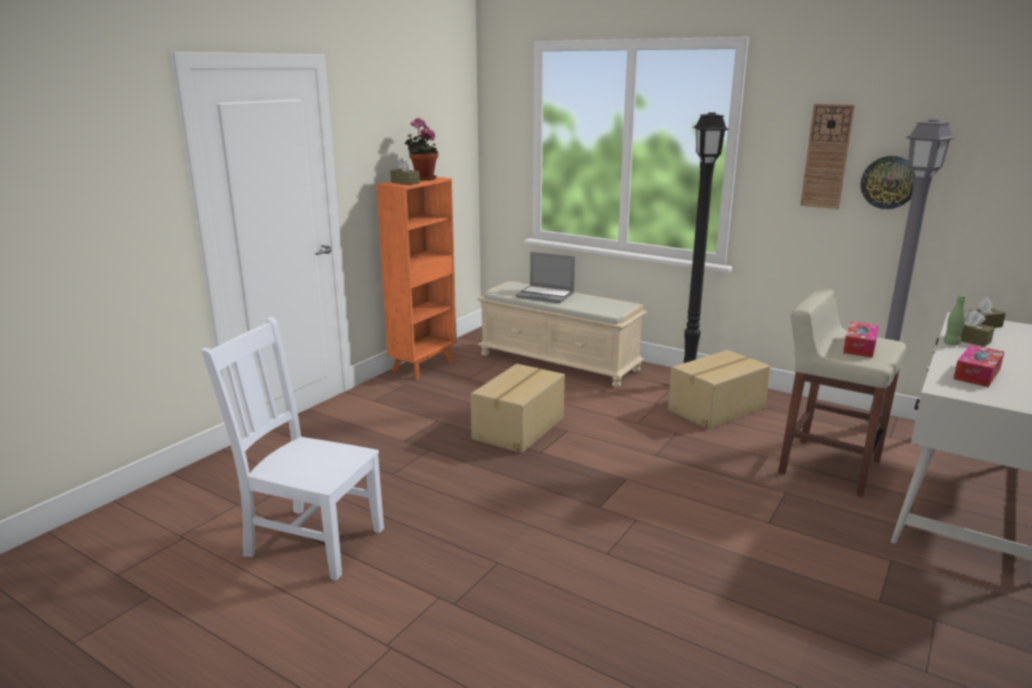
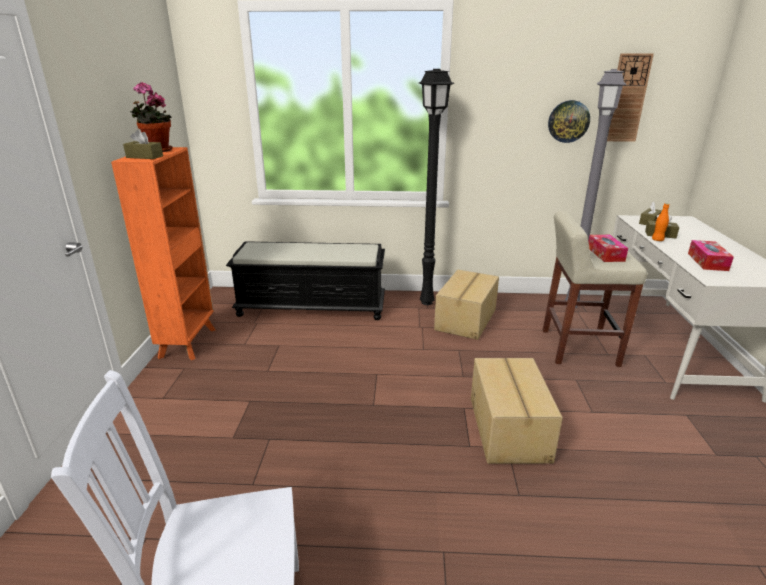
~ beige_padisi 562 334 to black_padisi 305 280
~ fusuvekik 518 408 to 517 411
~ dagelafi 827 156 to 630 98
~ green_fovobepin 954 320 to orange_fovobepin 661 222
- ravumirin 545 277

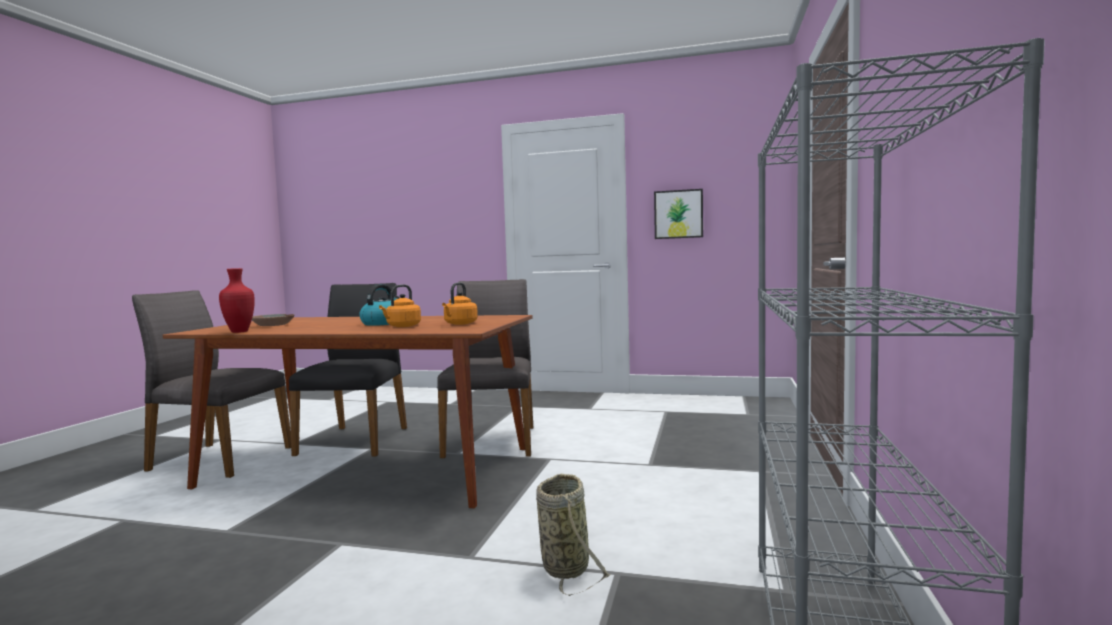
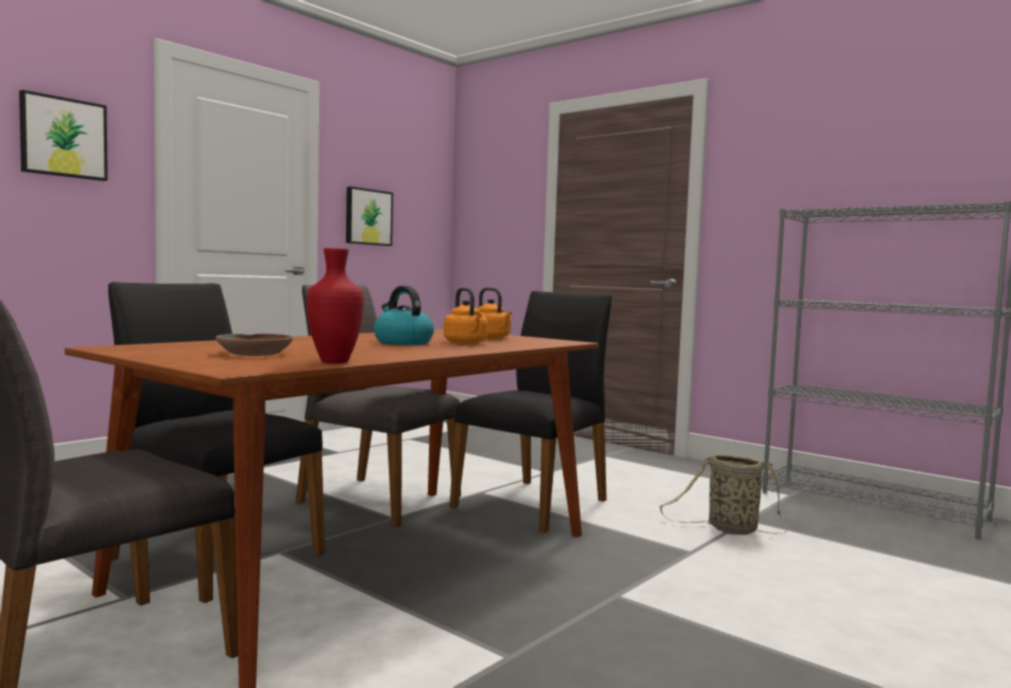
+ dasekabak 63 135
+ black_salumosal 530 411

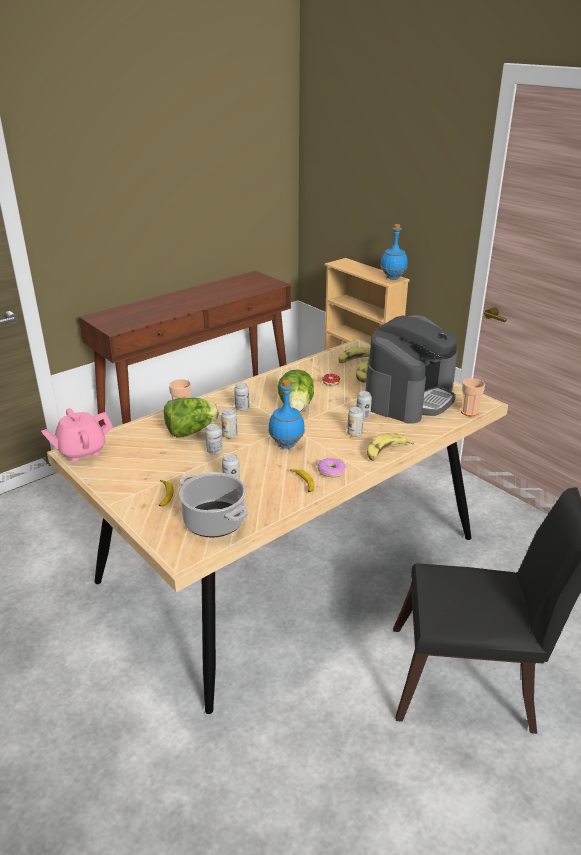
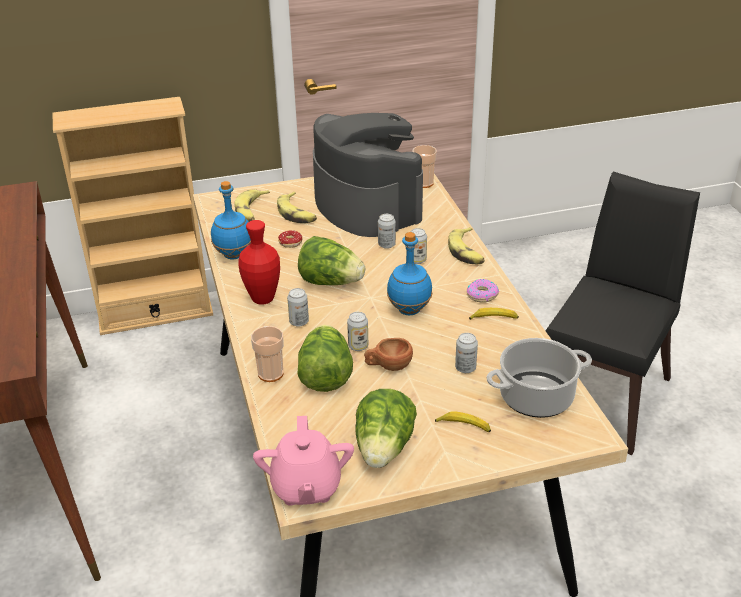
~ blue_fovobepin 394 252 to 231 220
+ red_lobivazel 259 262
+ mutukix 386 428
~ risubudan 213 439 to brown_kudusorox 388 354

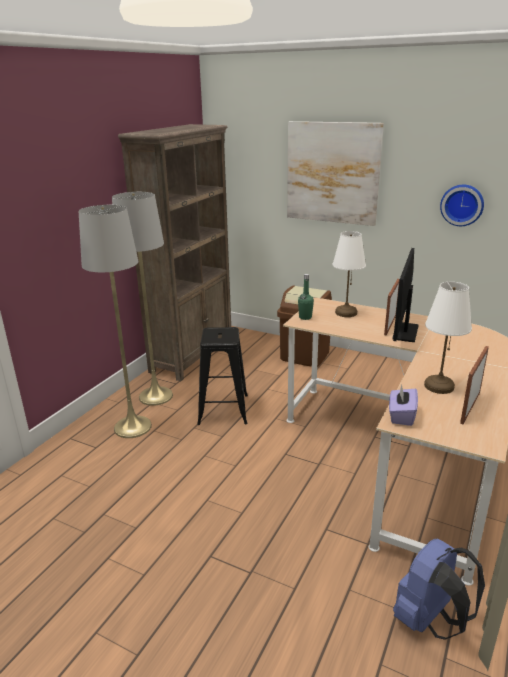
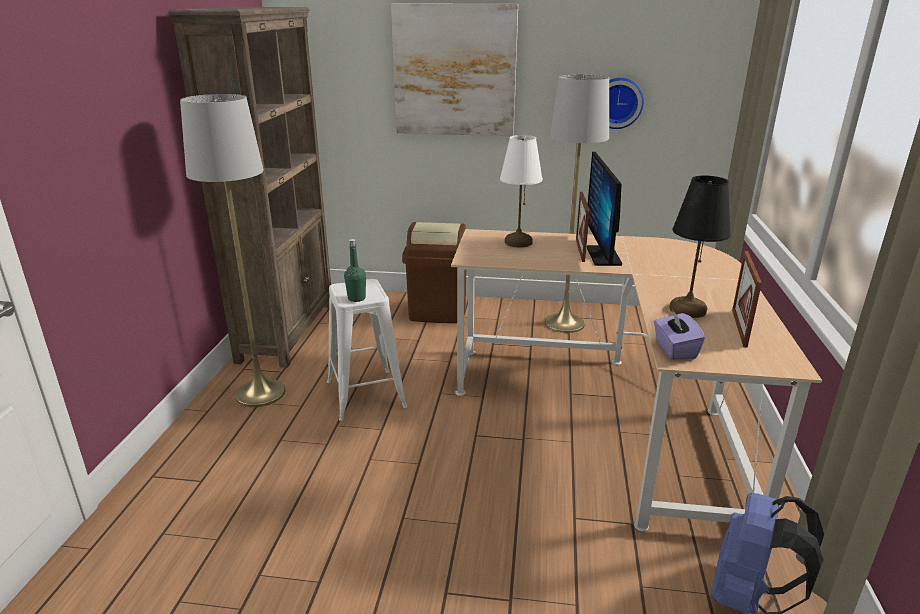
~ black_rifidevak 222 376 to white_rifidevak 367 350
~ green_fovobepin 306 297 to 355 270
~ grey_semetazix 115 321 to 576 204
~ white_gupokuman 448 338 to black_gupokuman 700 247

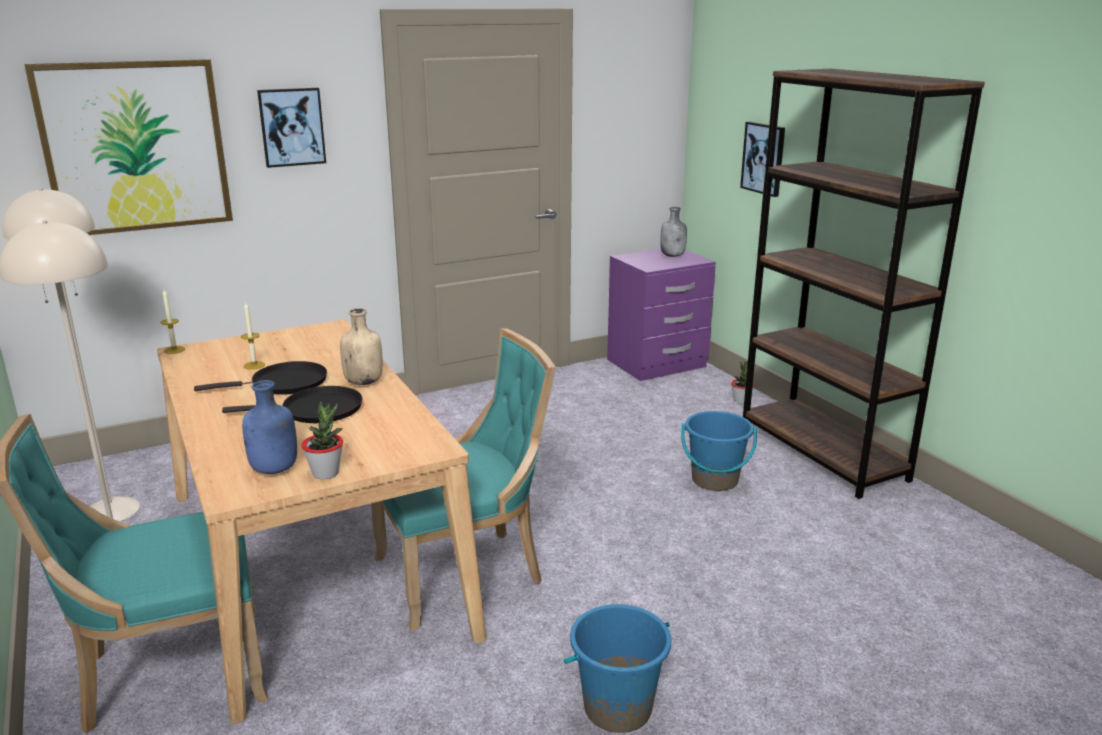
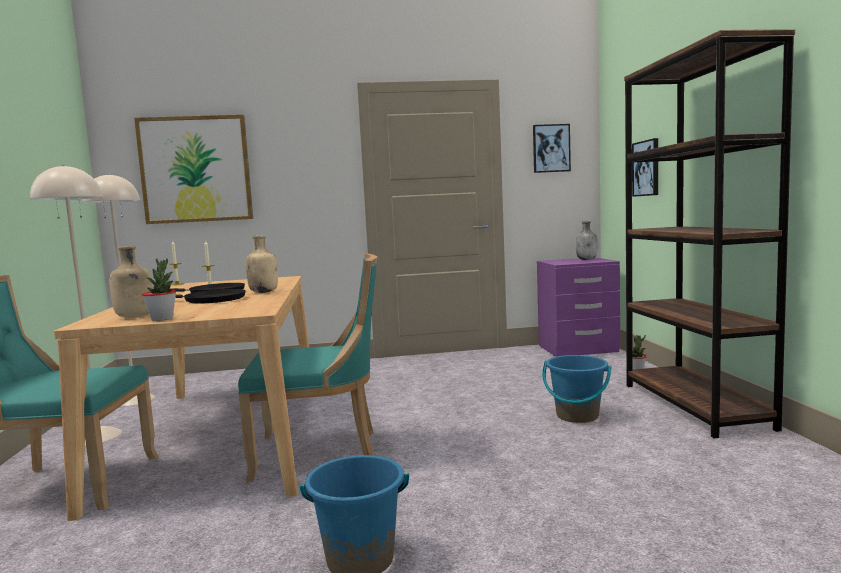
~ blue_fovobepin 269 427 to beige_fovobepin 131 282
~ dasekabak 291 128 to 552 148

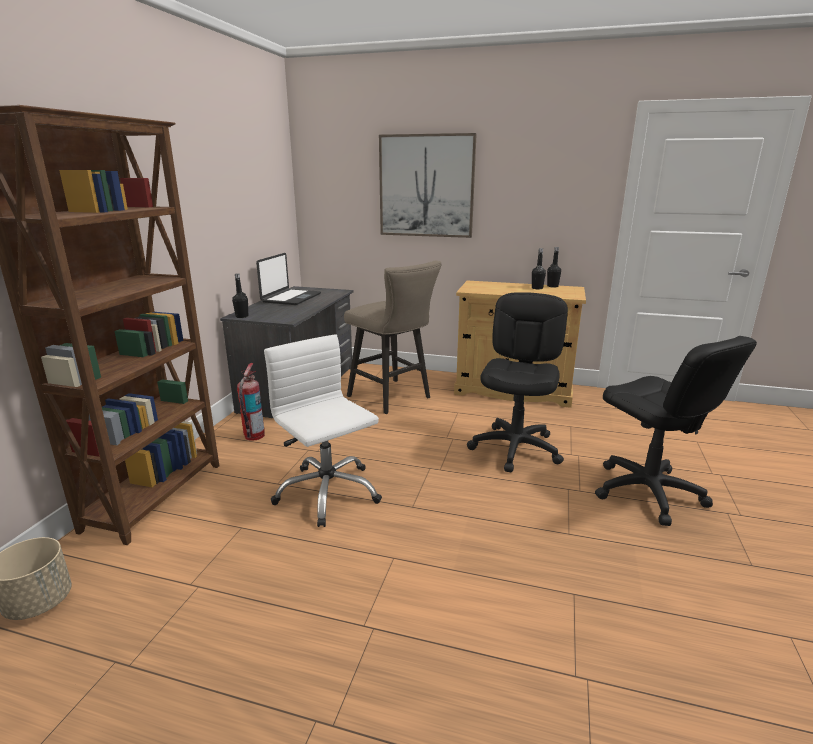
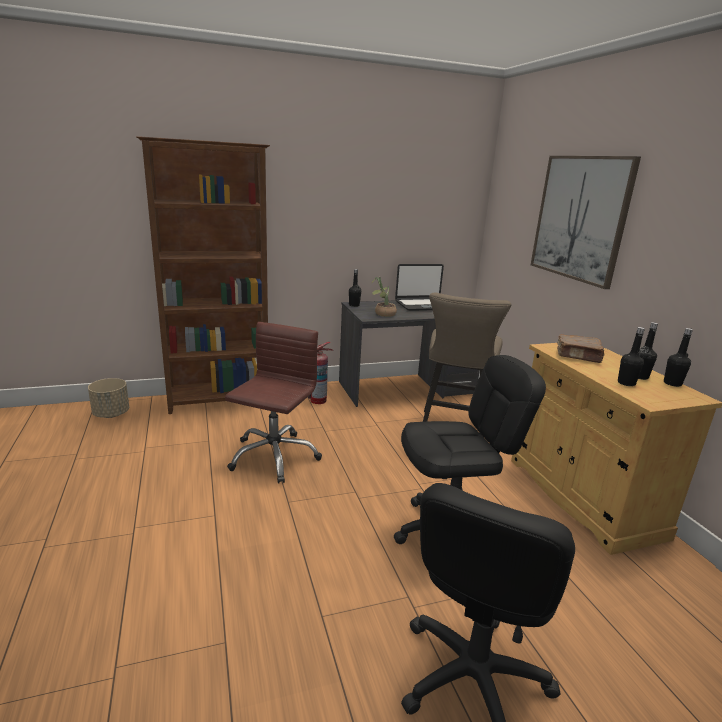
~ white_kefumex 323 430 to brown_kefumex 273 402
+ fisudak 384 297
+ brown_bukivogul 580 348
+ black_fovobepin 631 356

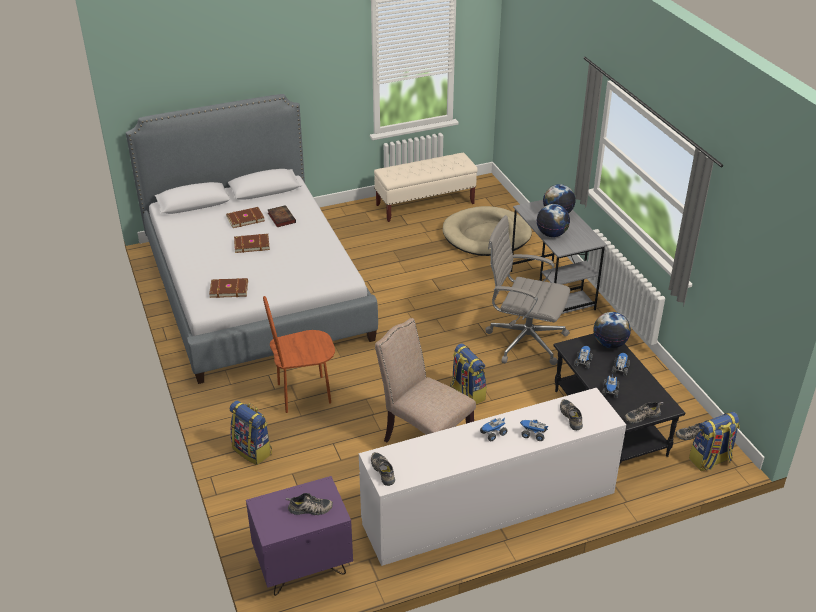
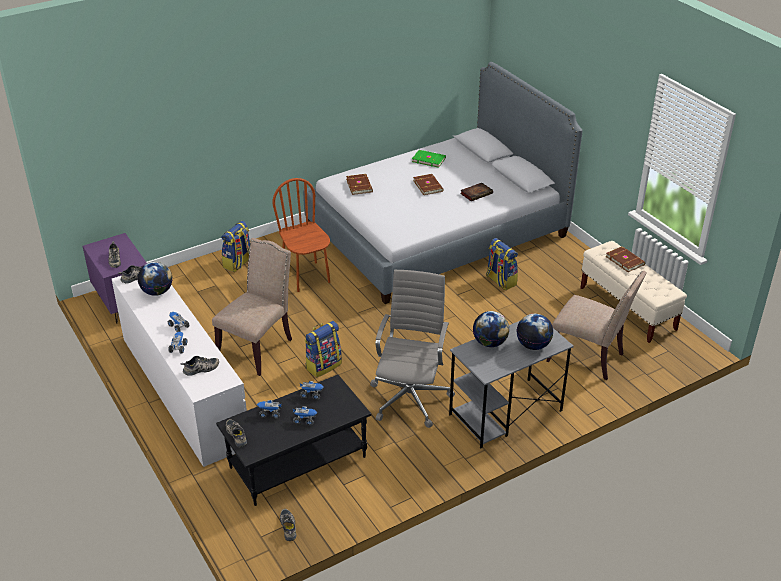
~ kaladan 612 330 to 155 279
+ green_bukivogul 429 159
~ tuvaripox 714 441 to 502 264
~ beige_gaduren 487 231 to beige_salumosal 596 325
~ brown_bukivogul 245 217 to 625 259

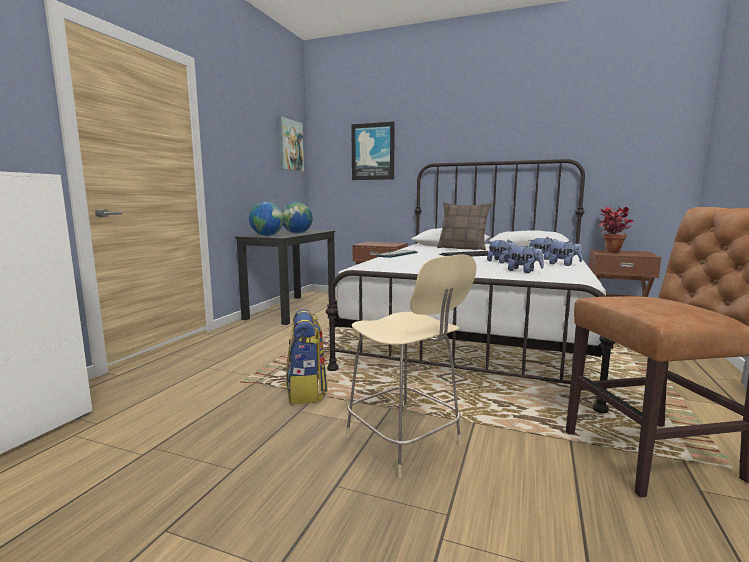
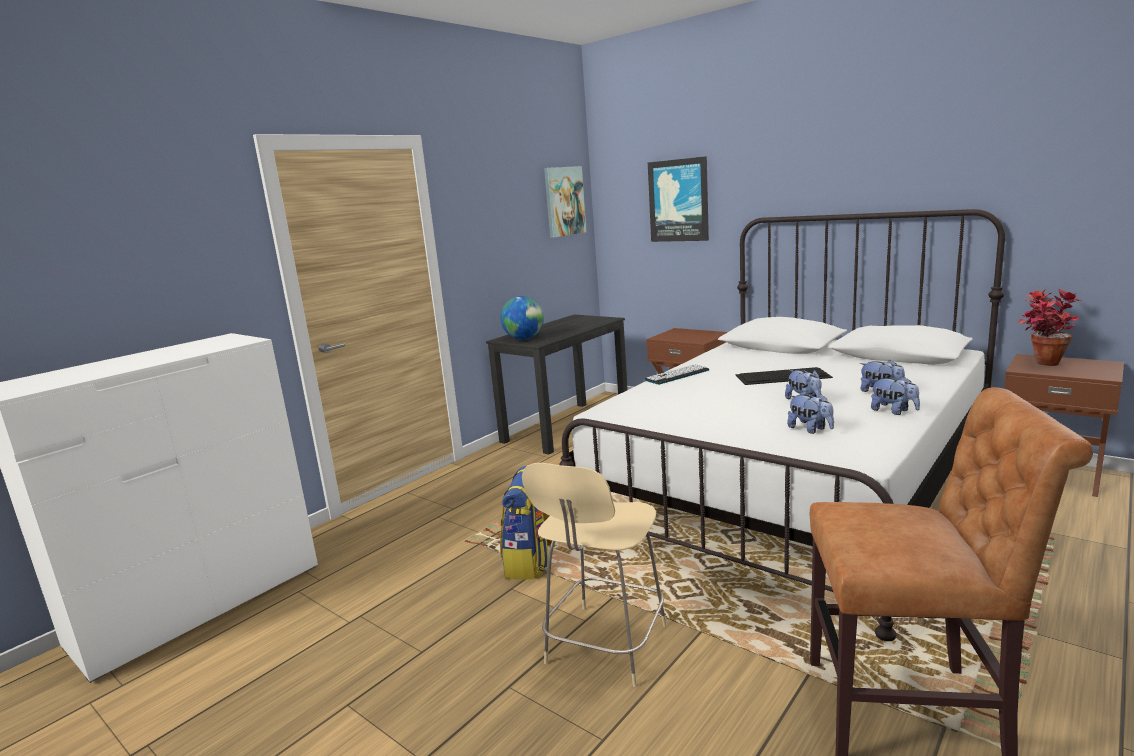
~ beige_salumosal 411 366 = 594 575 45 degrees clockwise
- kaladan 297 218
- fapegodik 464 226

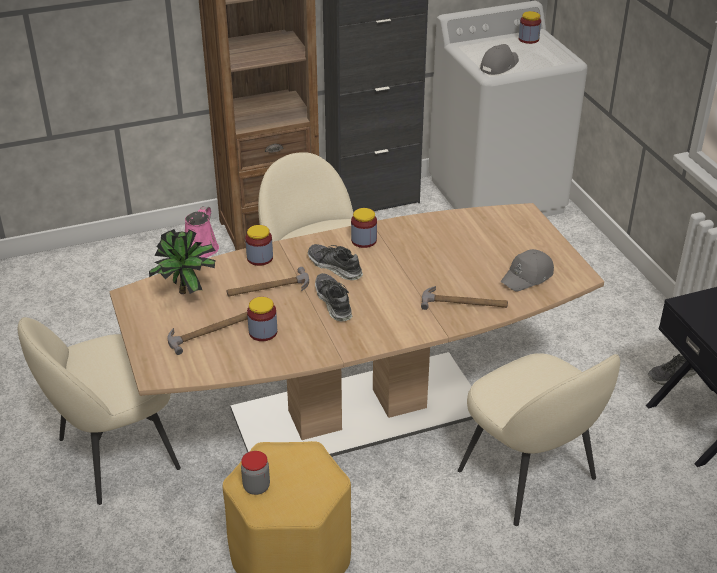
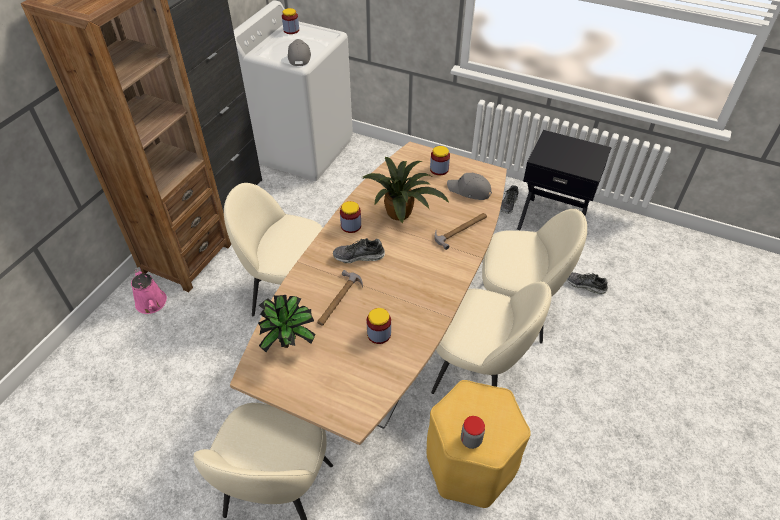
+ fisudak 405 190
~ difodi 259 245 to 440 160
+ beige_salumosal 491 337
~ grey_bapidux 527 270 = 469 186 105 degrees clockwise
~ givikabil 333 297 to 587 283
- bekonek 207 333

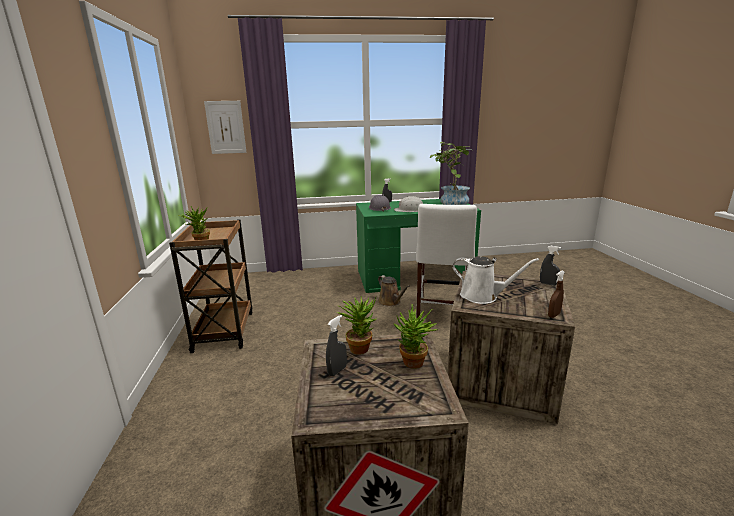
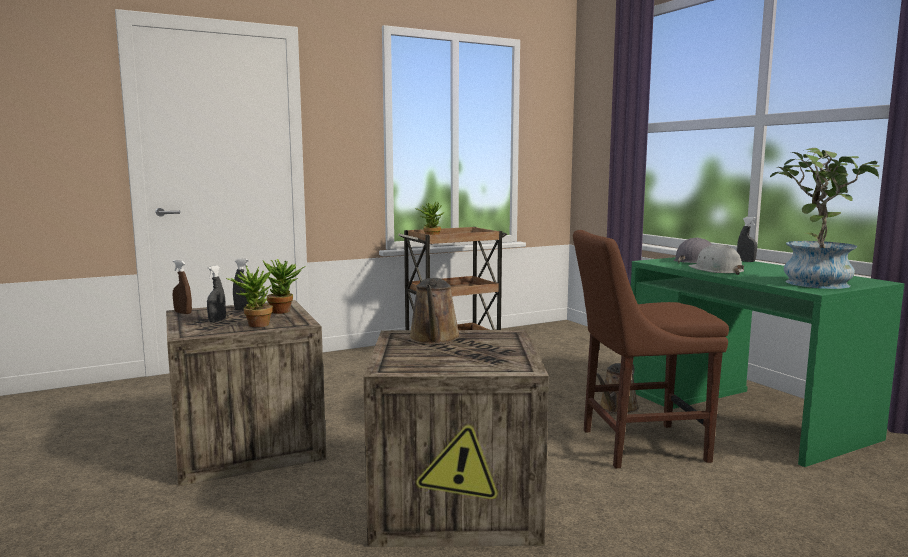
~ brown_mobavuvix 556 294 to 182 287
~ grey_mobavuvix 550 265 to 216 294
~ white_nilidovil 495 280 to brown_nilidovil 435 311
~ white_salumosal 446 261 to brown_salumosal 651 349
- dasekabak 225 127

